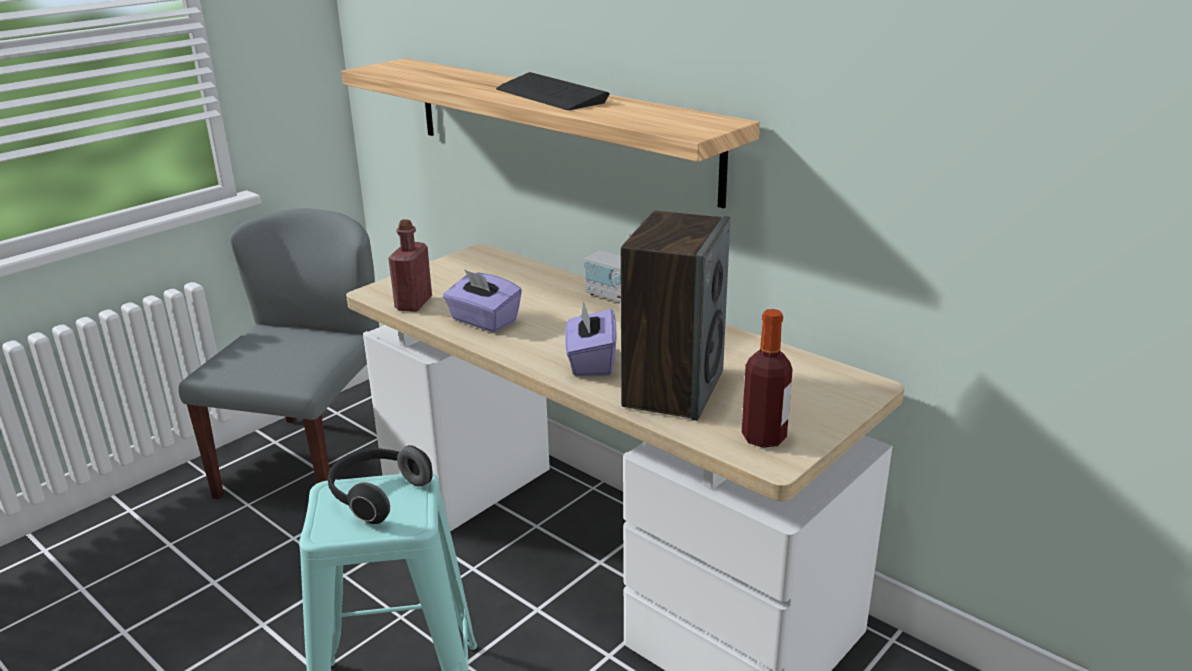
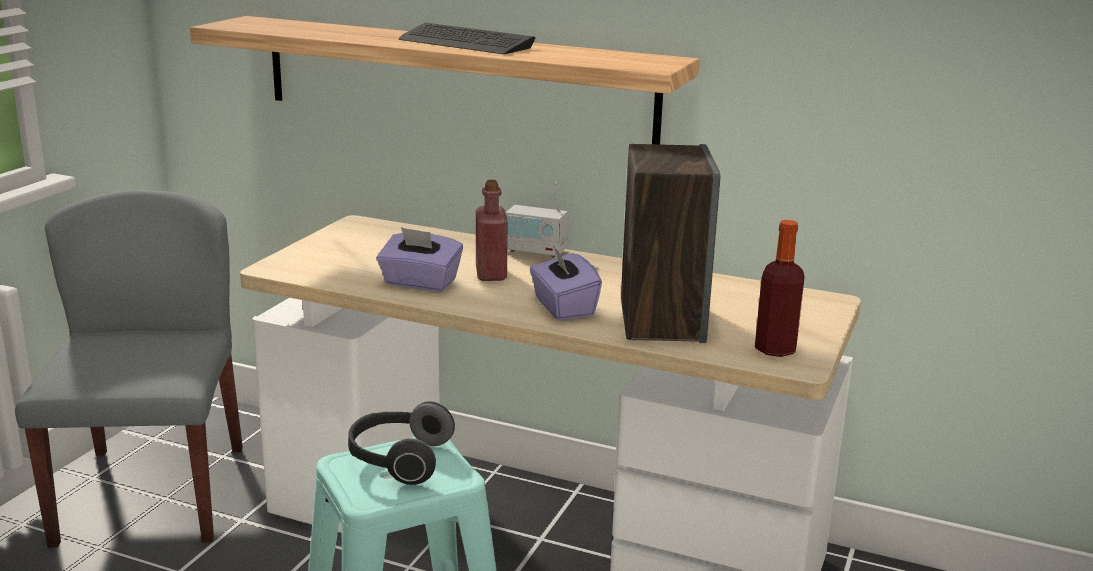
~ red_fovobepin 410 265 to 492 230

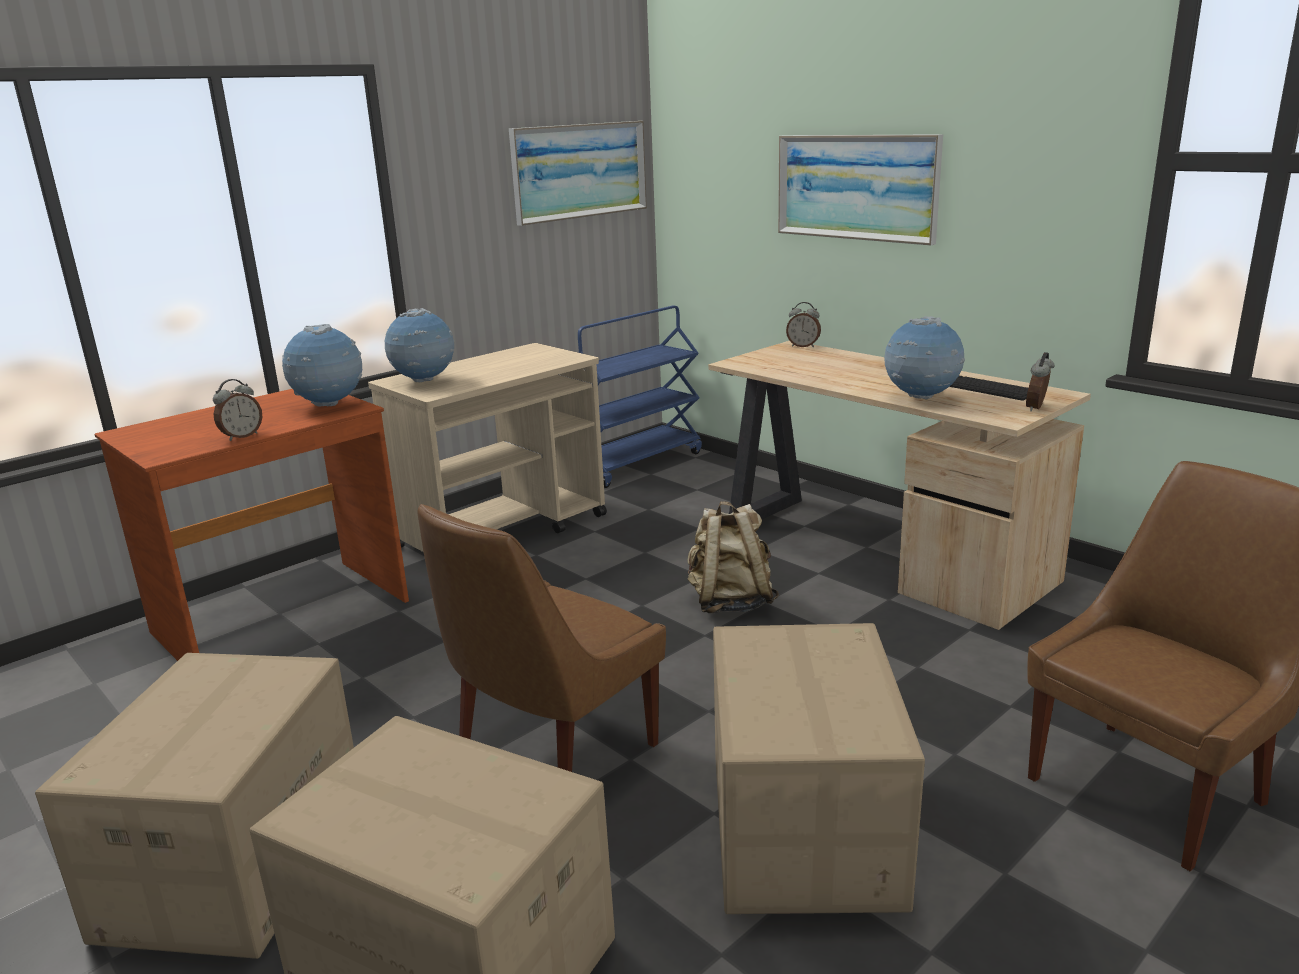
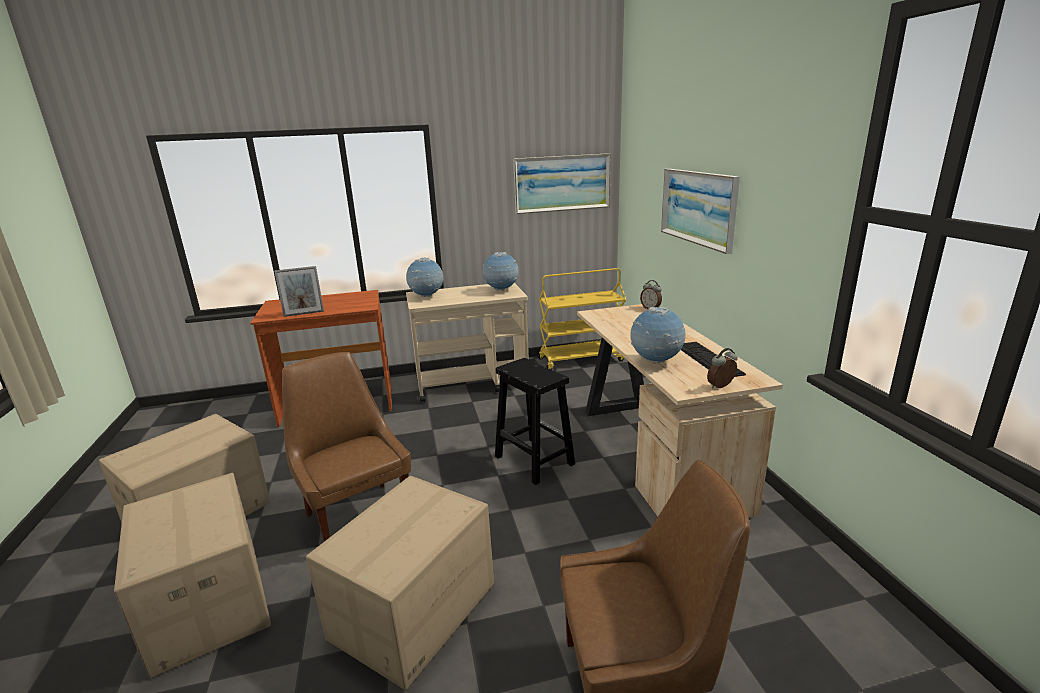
~ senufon 237 410 to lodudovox 299 291
~ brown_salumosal 541 638 = 346 446 75 degrees clockwise
~ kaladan 322 365 to 501 271
~ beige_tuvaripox 733 557 to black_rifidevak 535 421
~ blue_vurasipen 640 397 to yellow_vurasipen 582 319

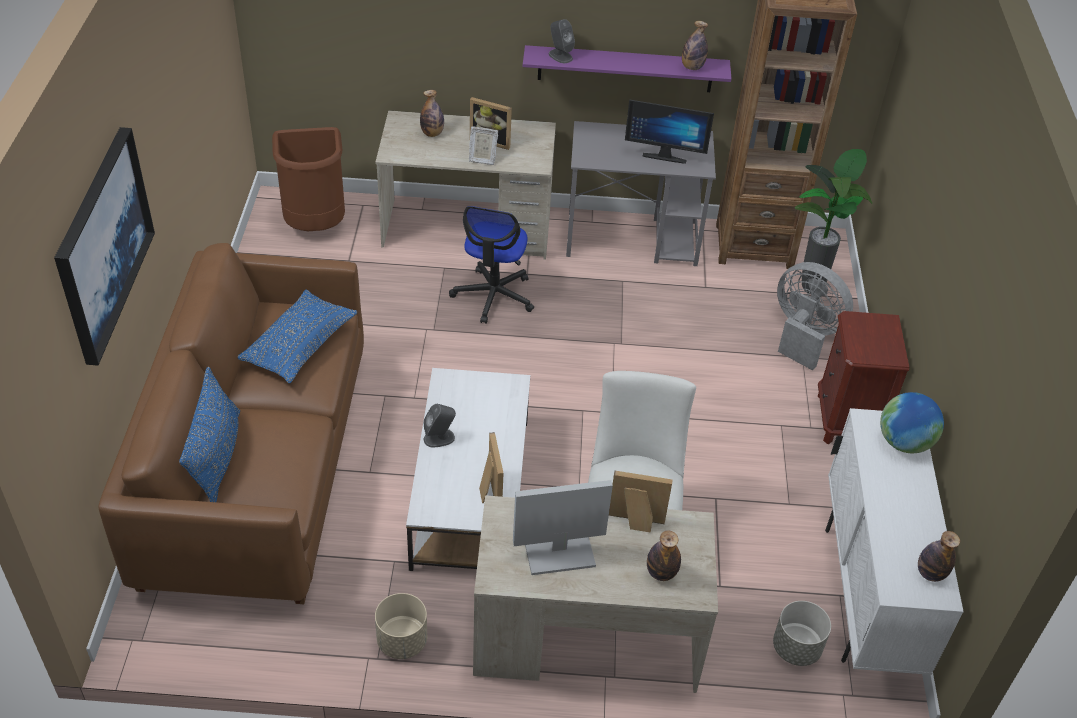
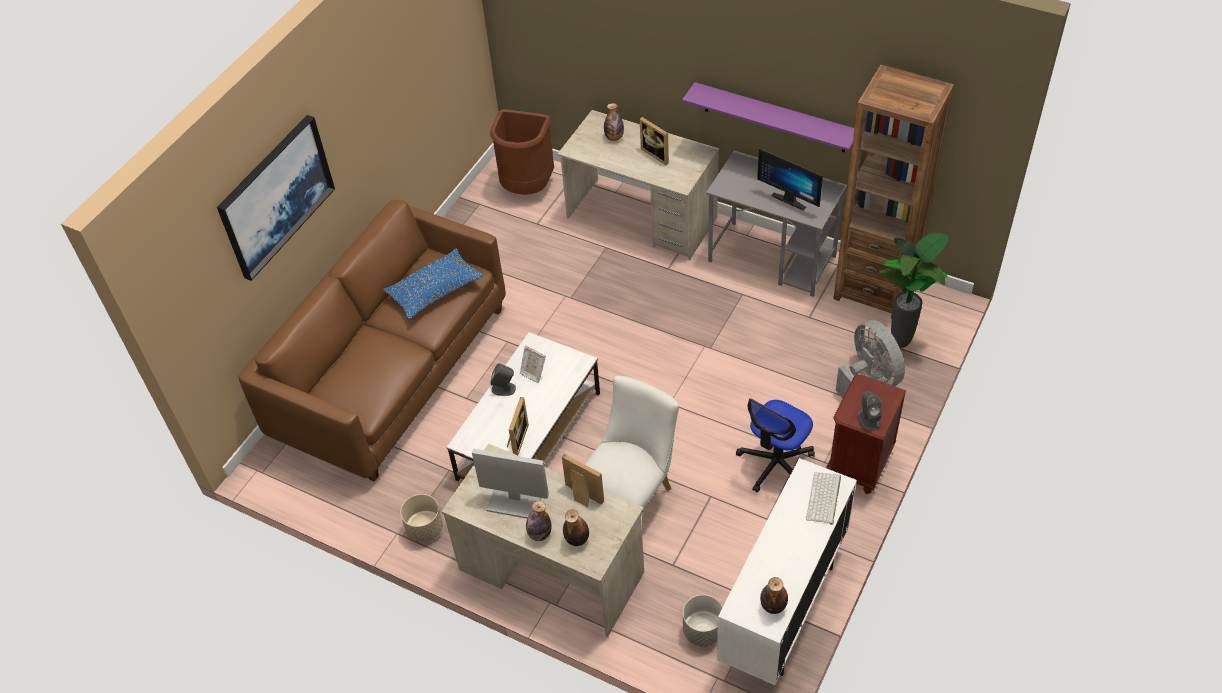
~ lodudovox 483 145 to 533 364
~ fovobepin 695 45 to 538 521
~ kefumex 491 265 to 775 445
~ kaladan 912 422 to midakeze 823 498
~ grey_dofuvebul 561 41 to 870 411
- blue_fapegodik 209 434

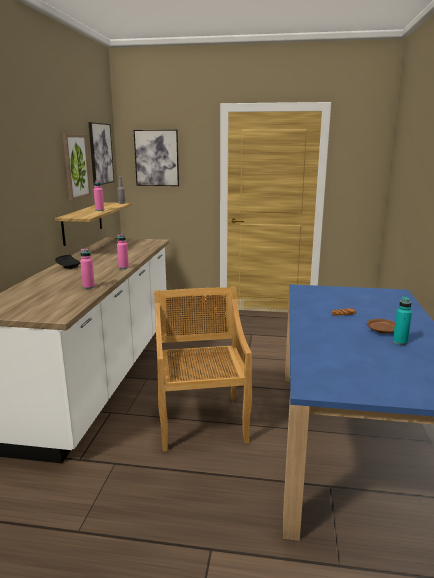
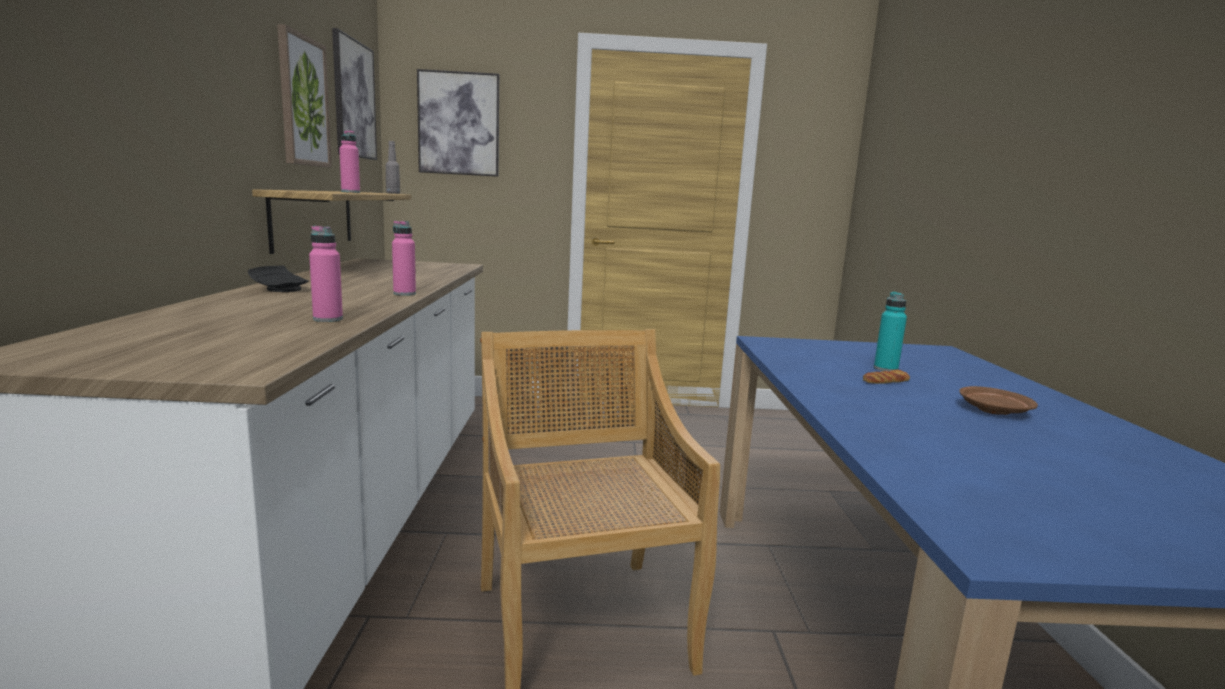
~ turquoise_fovobepin 402 320 to 890 331

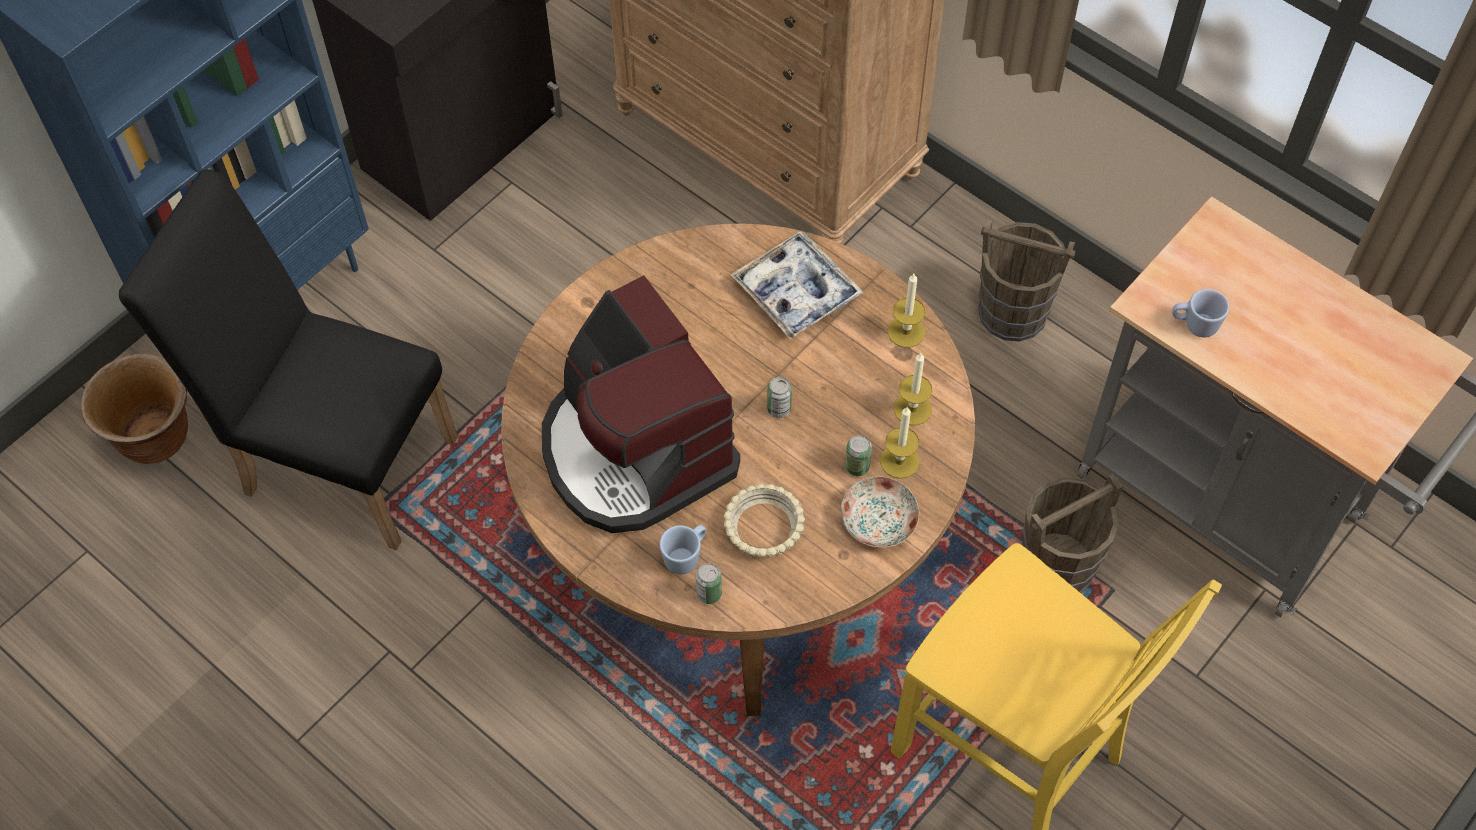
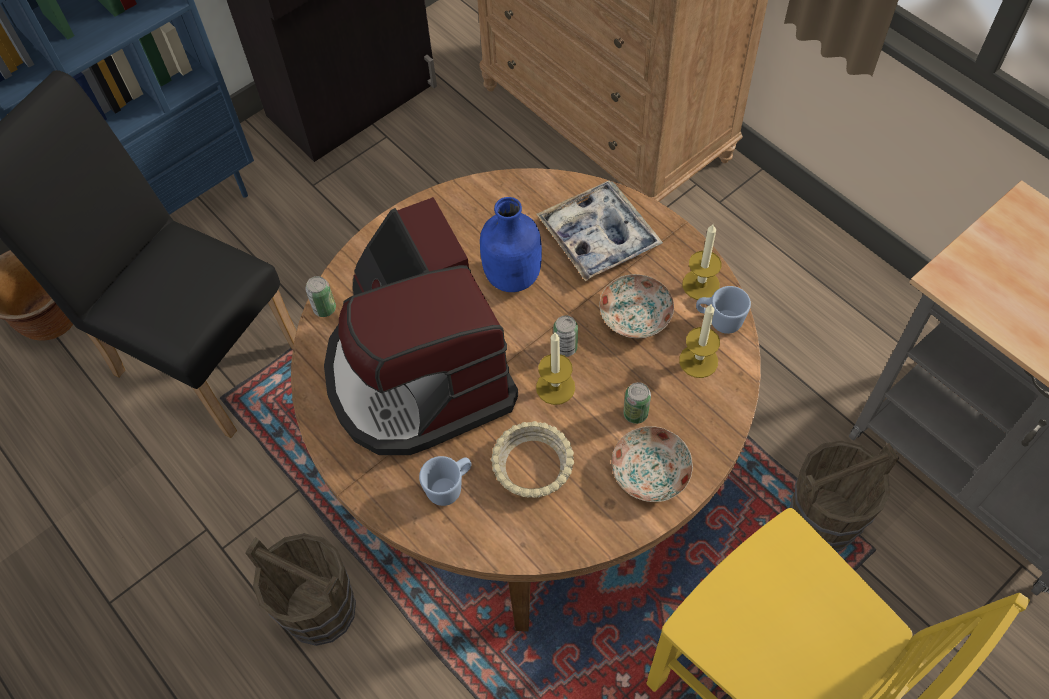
~ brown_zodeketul 1026 280 to 300 589
~ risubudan 708 583 to 321 296
+ blue_fovobepin 511 244
~ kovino 899 443 to 555 369
+ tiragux 636 306
~ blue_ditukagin 1200 313 to 723 310

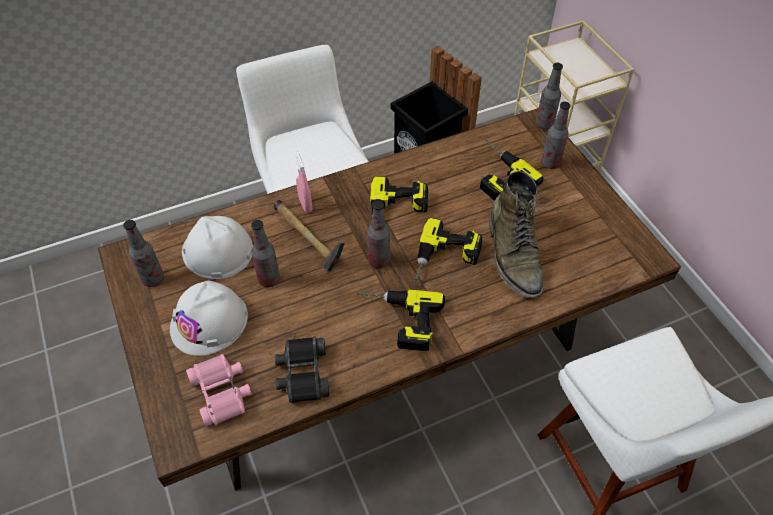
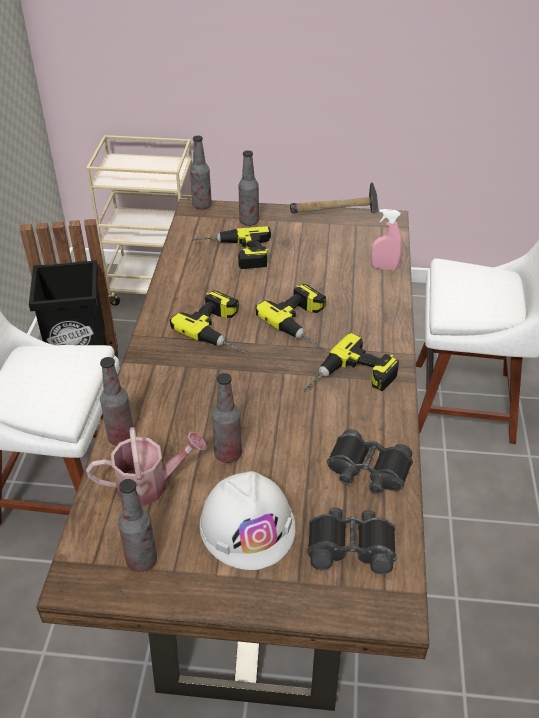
~ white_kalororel 217 247 to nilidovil 146 466
~ fovobepin 378 234 to 117 401
~ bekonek 309 236 to 334 197
~ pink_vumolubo 219 390 to black_vumolubo 351 540
~ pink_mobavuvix 303 182 to 386 239
- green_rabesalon 516 234

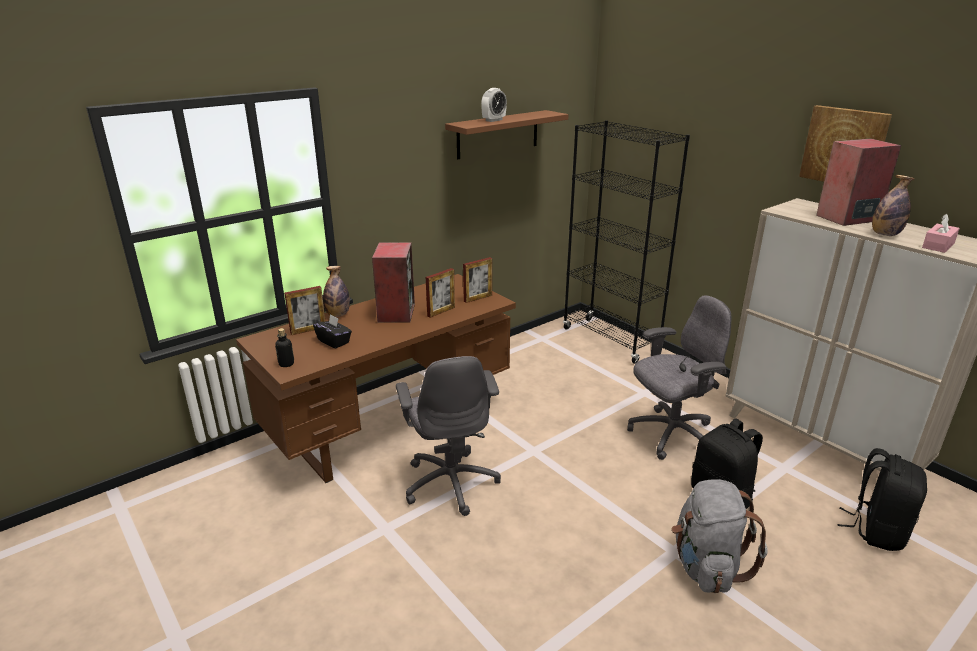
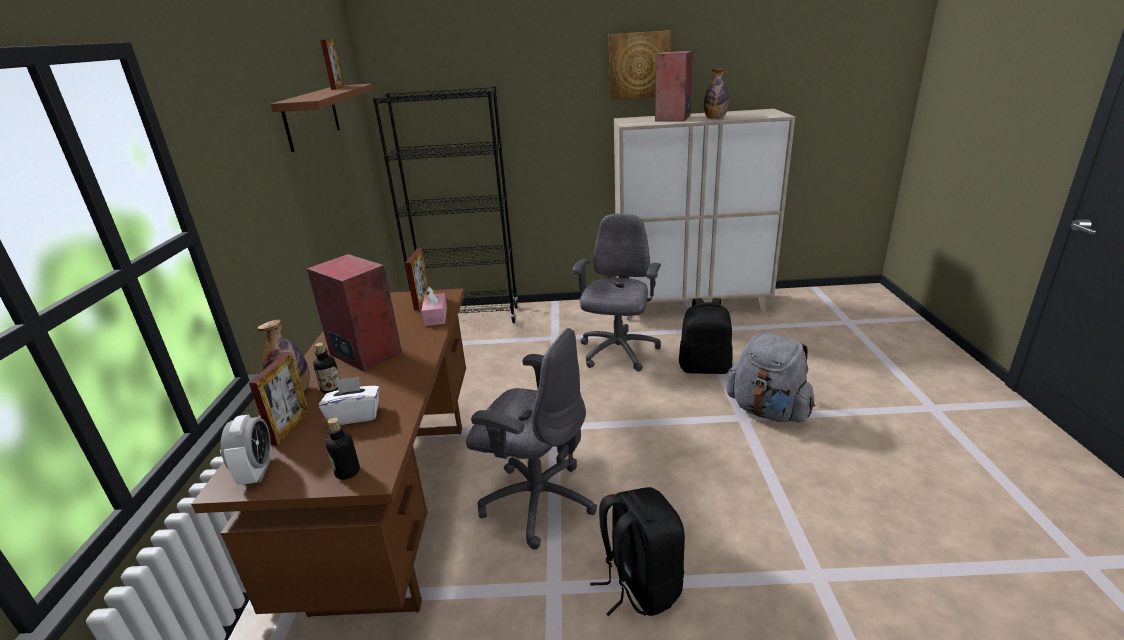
~ senufon 494 105 to 246 450
+ fovobepin 326 368
~ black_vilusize 332 331 to white_vilusize 349 401
~ lodudovox 440 293 to 332 64
~ pink_vilusize 941 233 to 434 306
~ black_tuvaripox 882 499 to 637 551

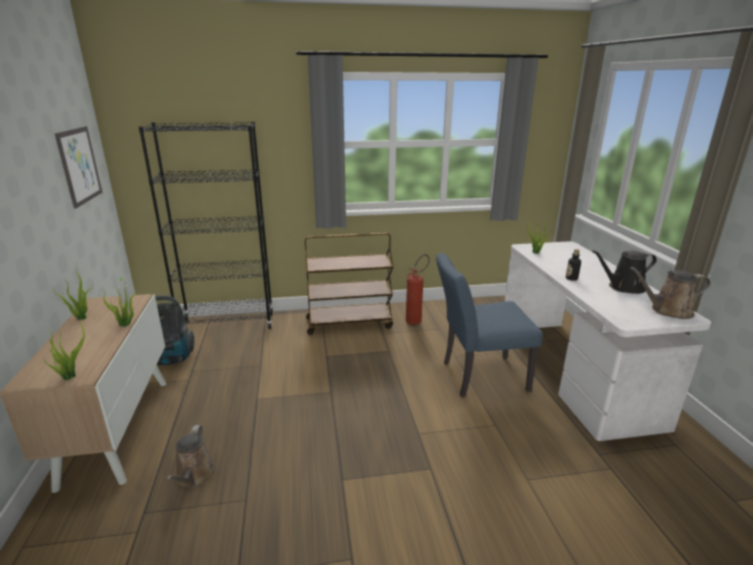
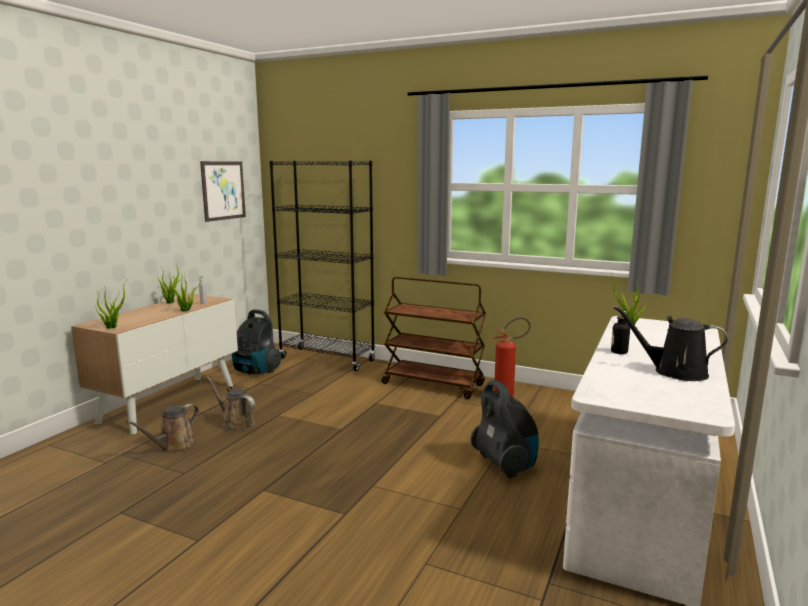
~ brown_nilidovil 670 293 to 230 404
~ blue_salumosal 489 325 to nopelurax 505 429

